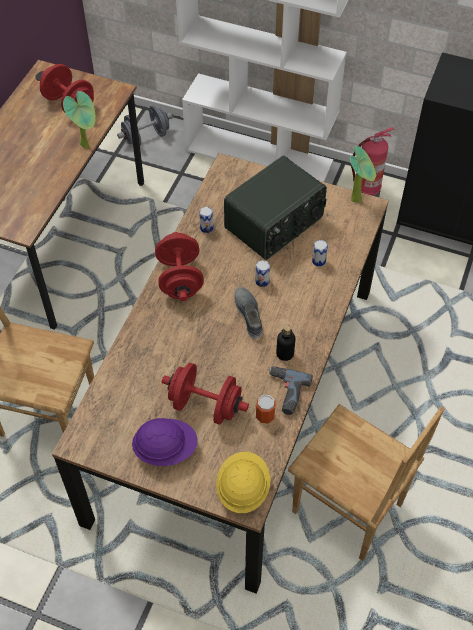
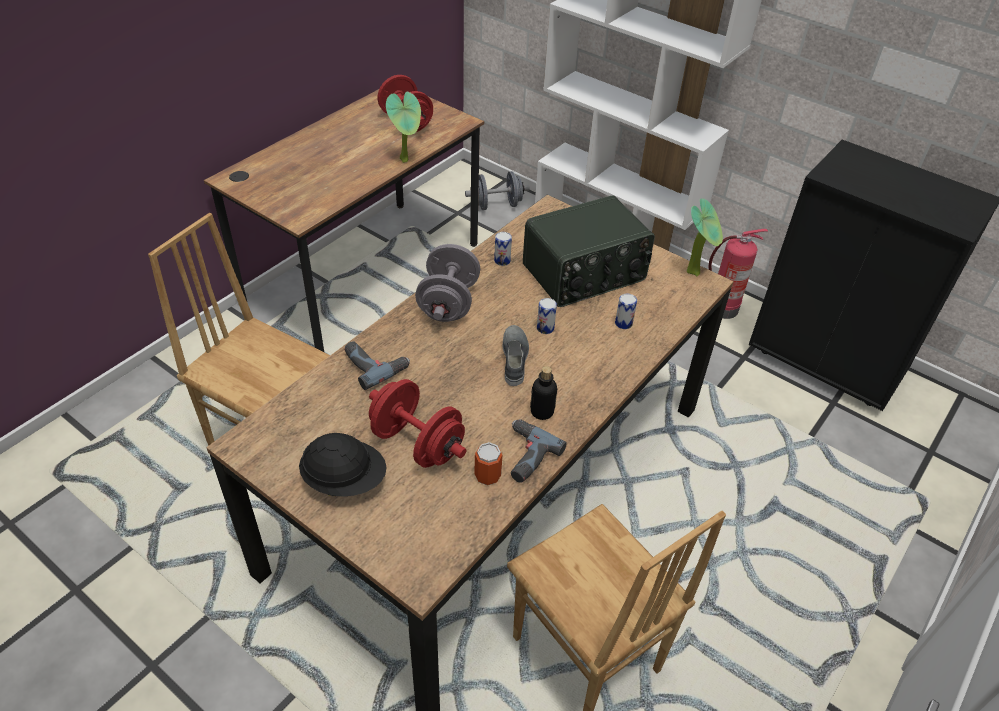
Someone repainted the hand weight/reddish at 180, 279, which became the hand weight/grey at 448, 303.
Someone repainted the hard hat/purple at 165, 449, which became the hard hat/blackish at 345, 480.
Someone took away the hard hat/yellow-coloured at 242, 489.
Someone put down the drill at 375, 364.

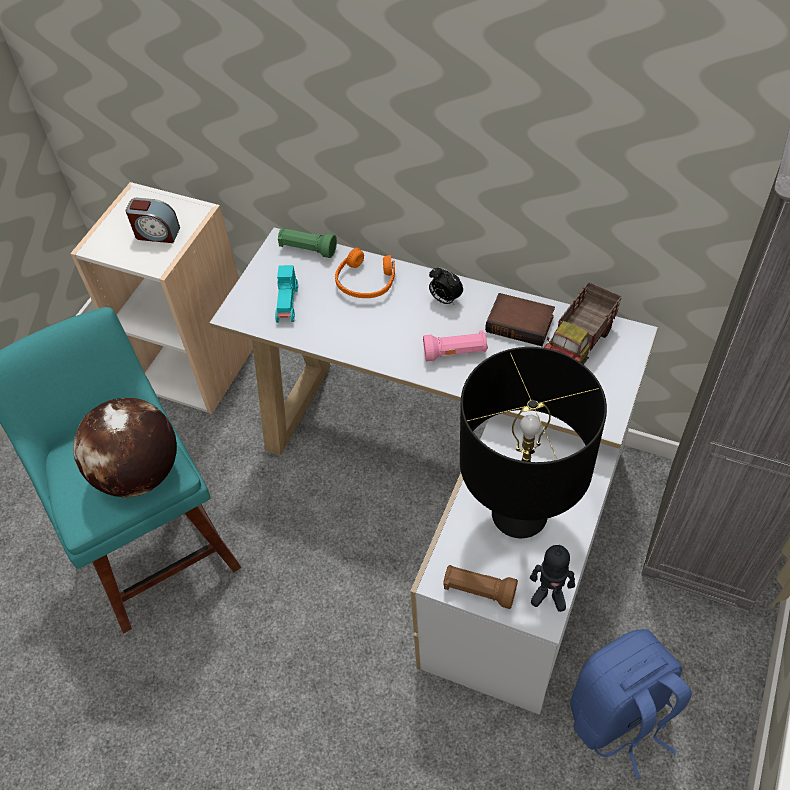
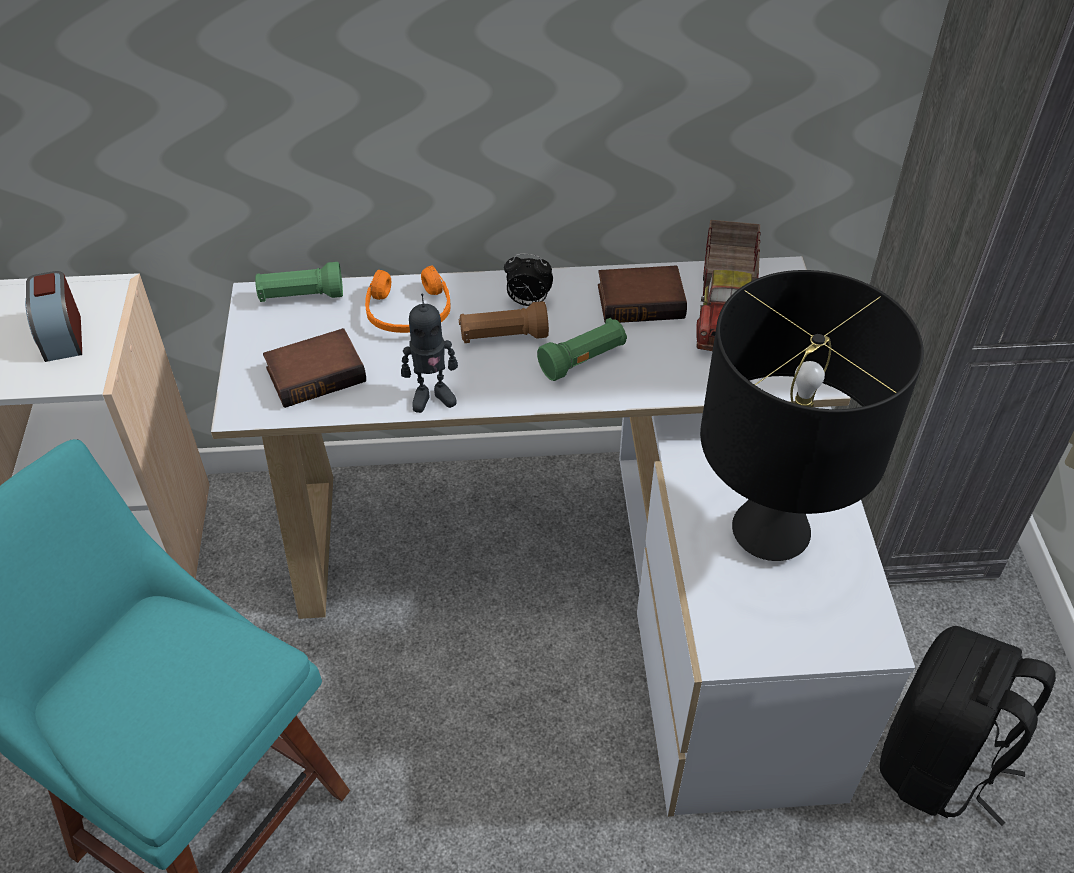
Someone rotated the table clock at 157, 233 by 90 degrees clockwise.
Someone swapped the model car/blue-green at 288, 305 for the bound book at 316, 373.
Someone repainted the hand torch/pink-coloured at 455, 353, which became the hand torch/greenish at 583, 360.
Someone took away the desk globe at 139, 474.
Someone carried the robot figure from 549, 595 to 432, 396.
Someone carried the hand torch/brown-coloured from 478, 590 to 503, 336.
Someone repainted the backpack/blue at 619, 717, which became the backpack/blackish at 939, 763.

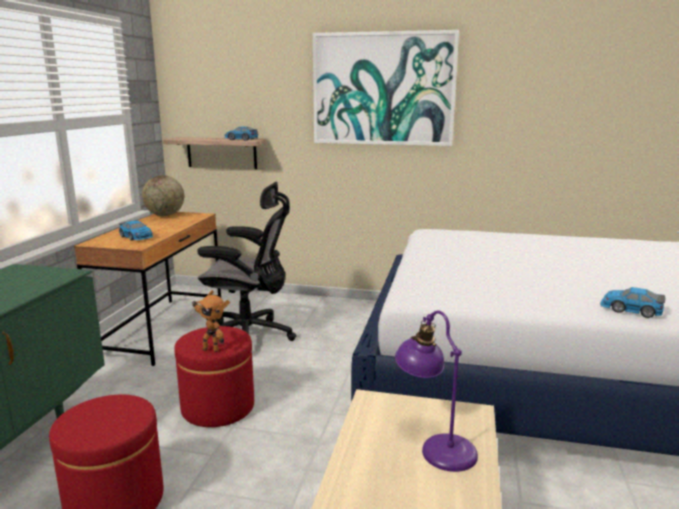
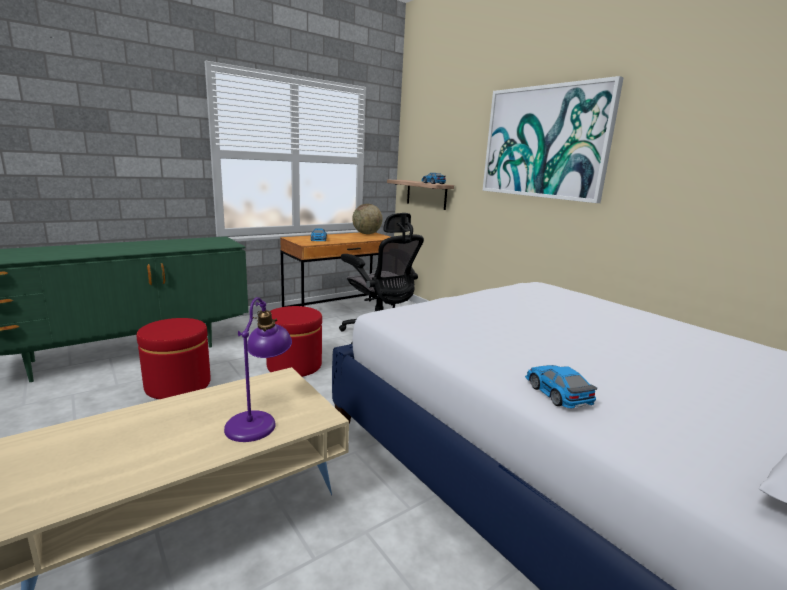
Someone took away the robot figure at 211, 349.

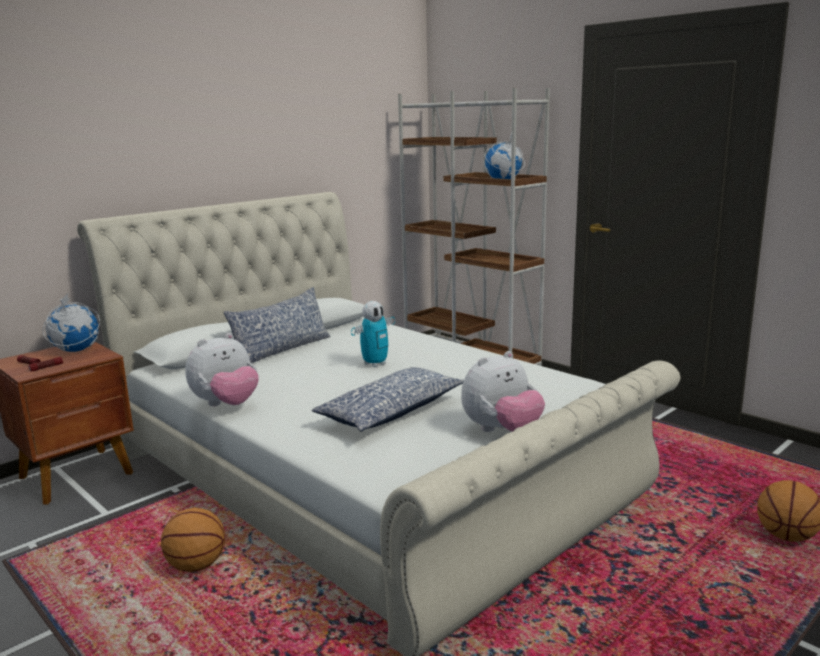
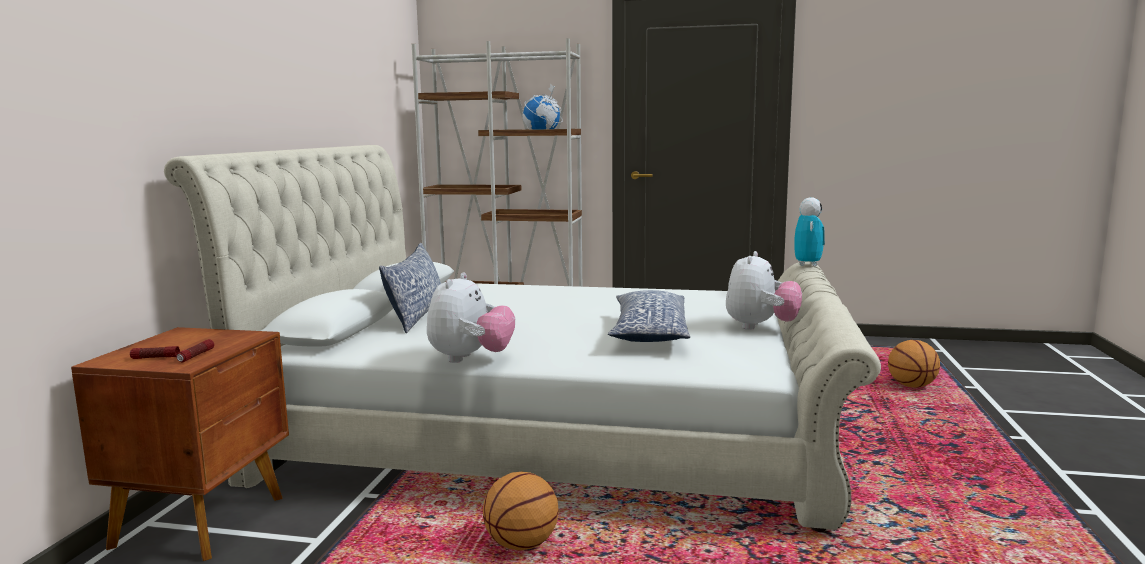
Someone took away the desk globe at 75, 351.
Someone carried the robot figure from 375, 364 to 807, 264.

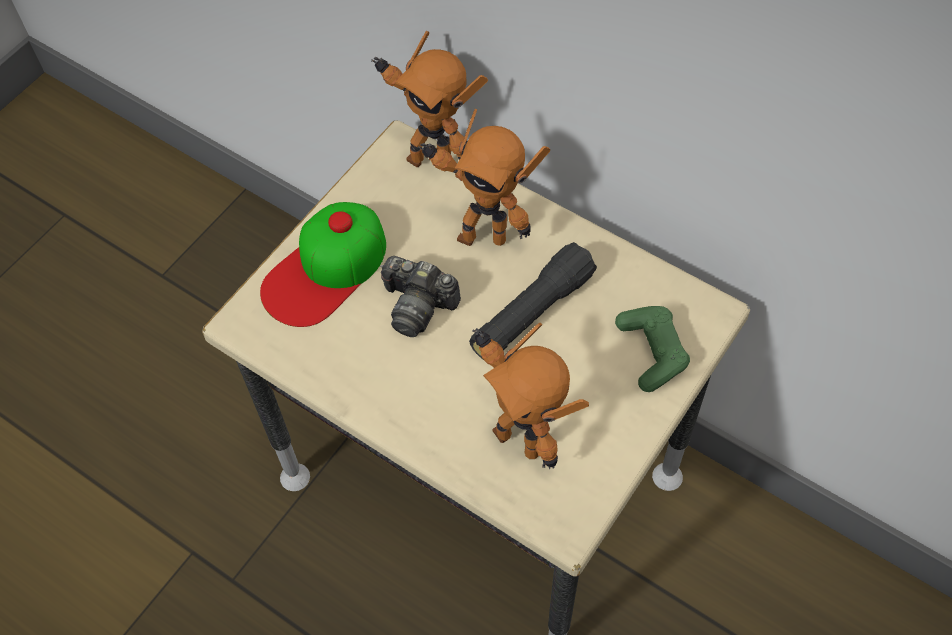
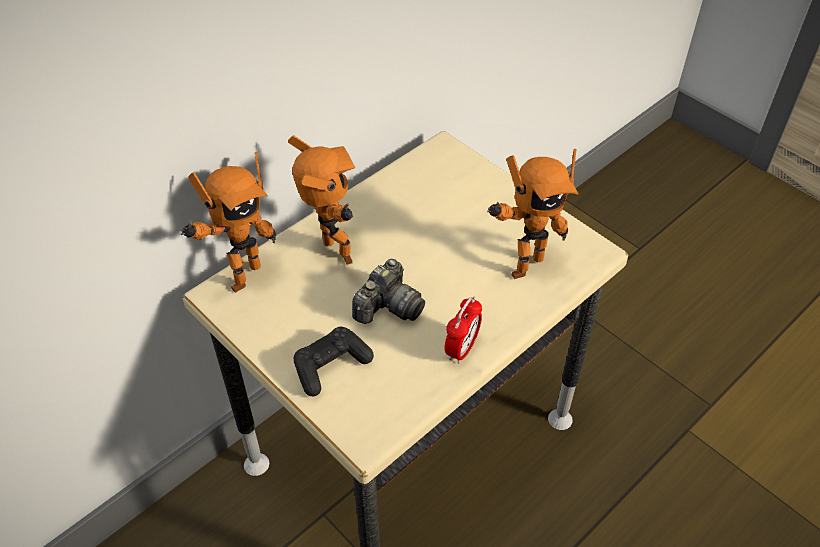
Someone rotated the robot figure at 482, 235 by 60 degrees counterclockwise.
Someone swapped the cap at 326, 270 for the game controller/blackish at 331, 366.
Someone took away the hand torch/blackish at 531, 313.
Someone took away the game controller/greenish at 652, 352.
Someone put down the table clock at 462, 349.

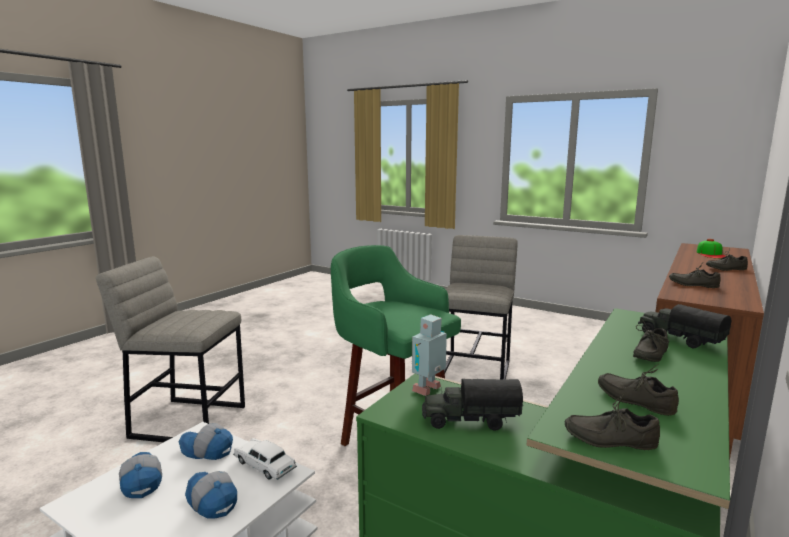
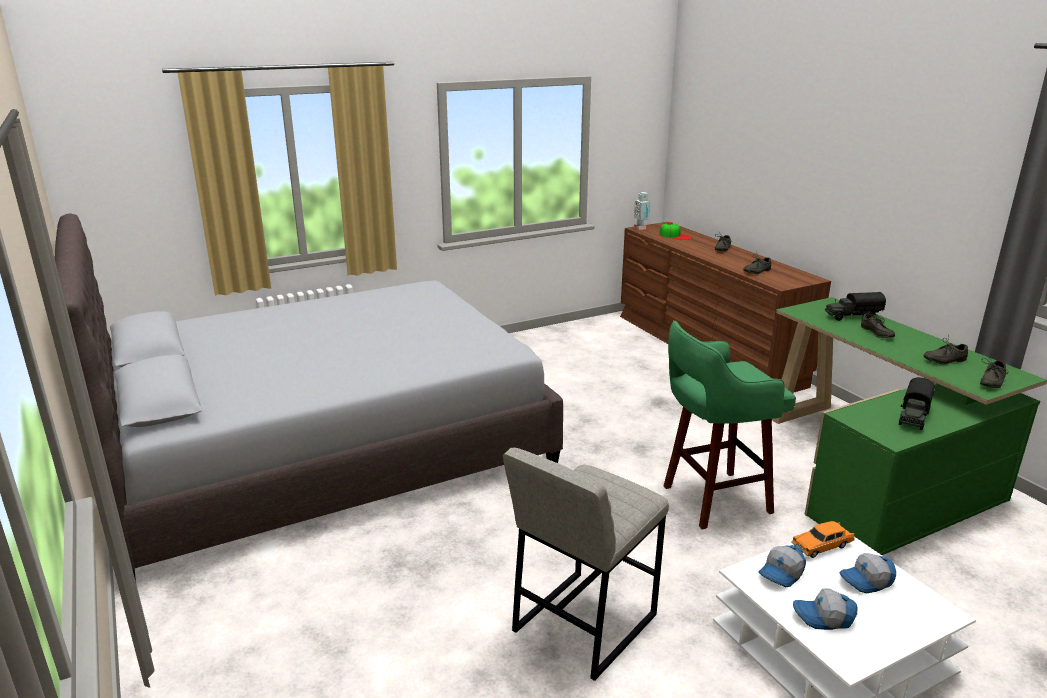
Someone took away the plain chair/grey at 475, 371.
Someone carried the robot figure from 429, 390 to 640, 228.
Someone repainted the model car/white-coloured at 264, 466, which became the model car/orange at 822, 546.
Someone put down the bedroom bed/grey at 326, 450.

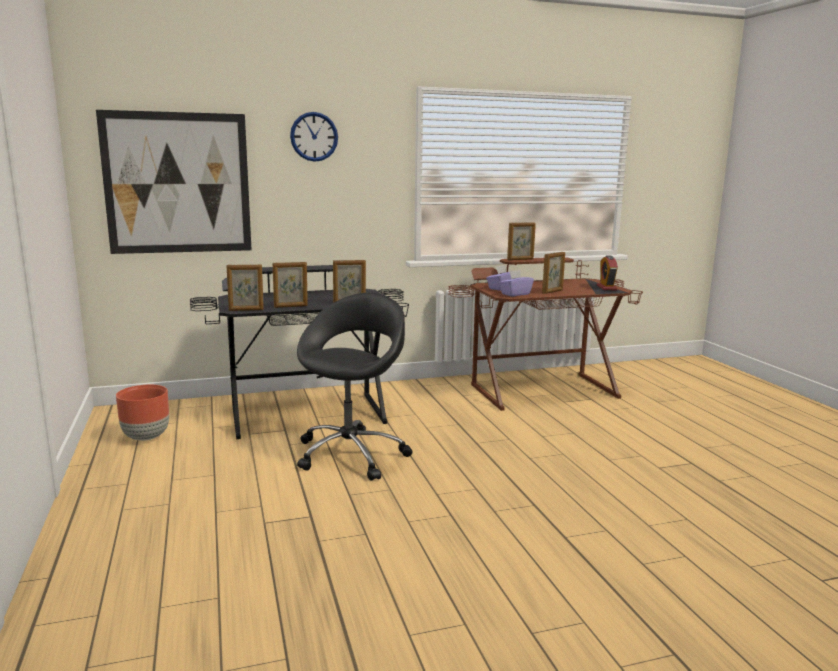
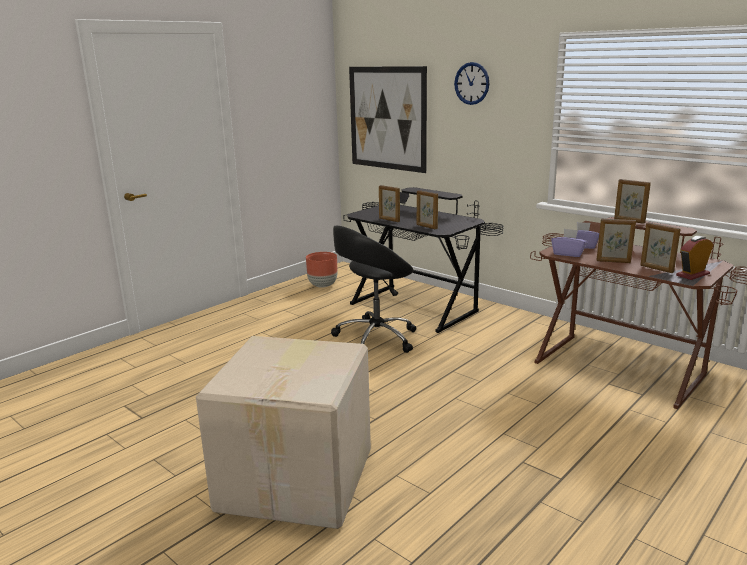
Someone carried the picture frame from 246, 310 to 656, 269.
Someone rotated the desk chair/blackish at 352, 454 by 135 degrees clockwise.
Someone put down the cardboard box at 298, 479.

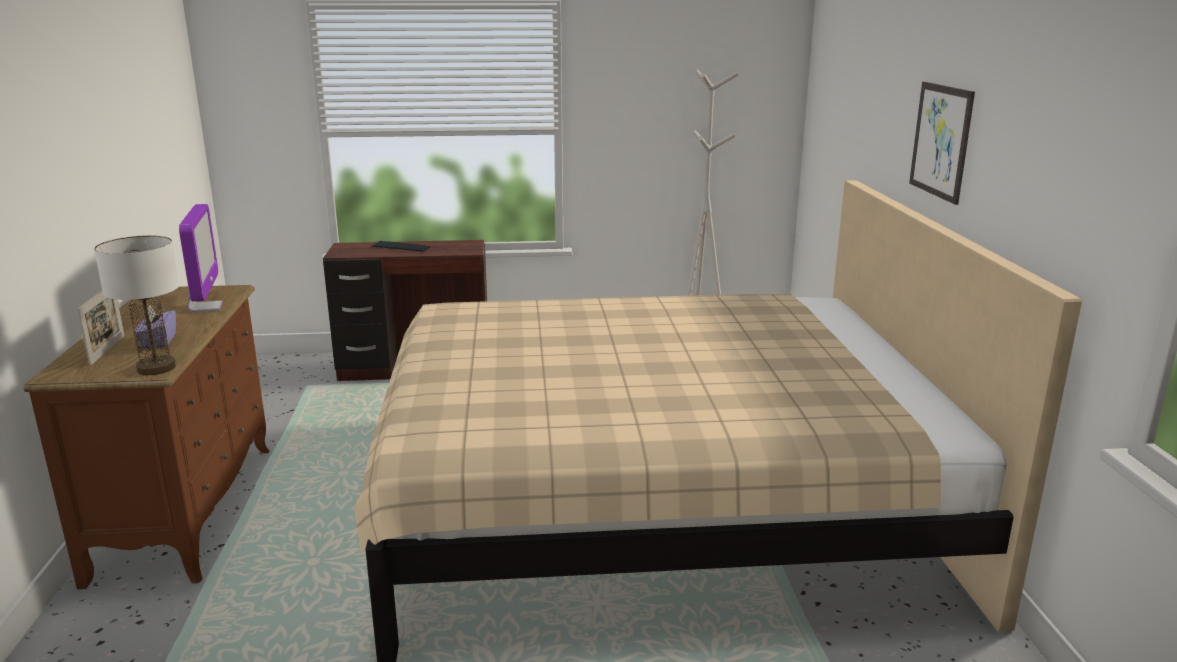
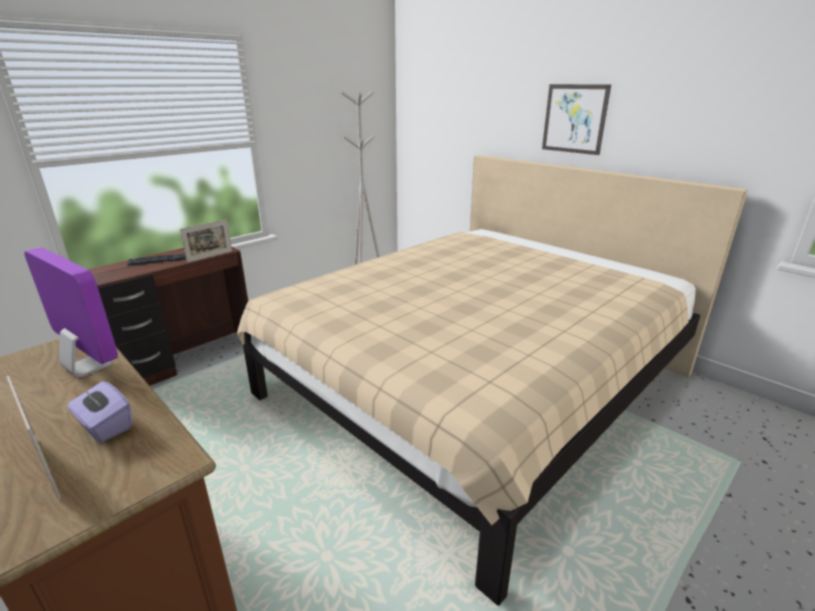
Someone took away the tabletop lamp at 156, 368.
Someone put down the picture frame at 210, 256.

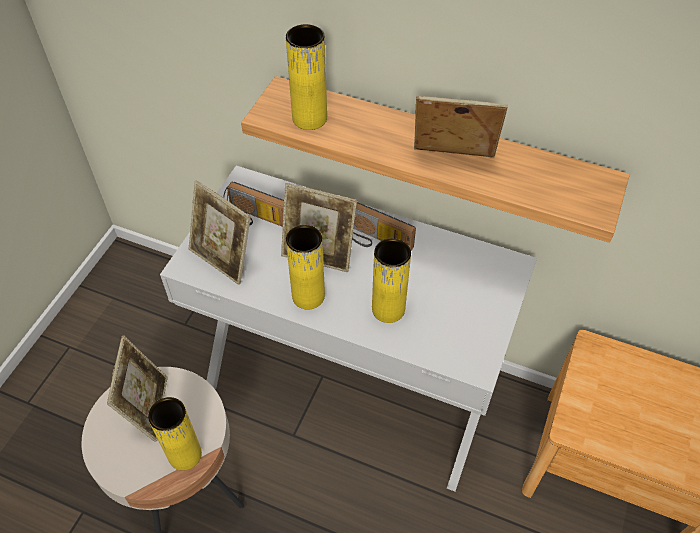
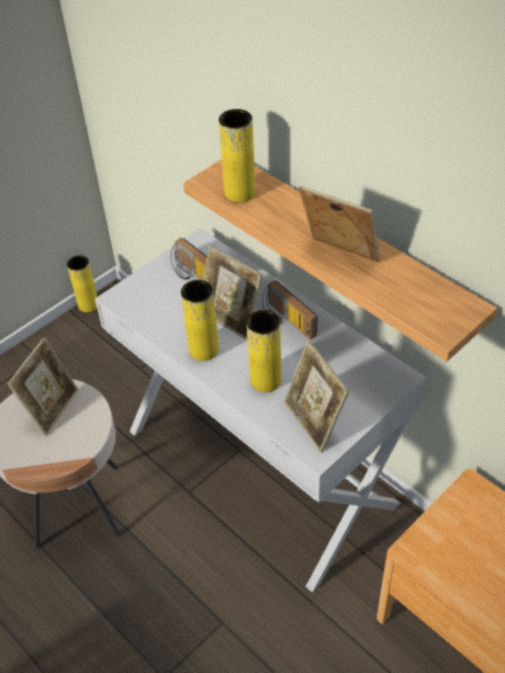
Someone carried the picture frame from 223, 258 to 314, 421.
Someone carried the flower vase/yellow-coloured from 185, 454 to 88, 305.

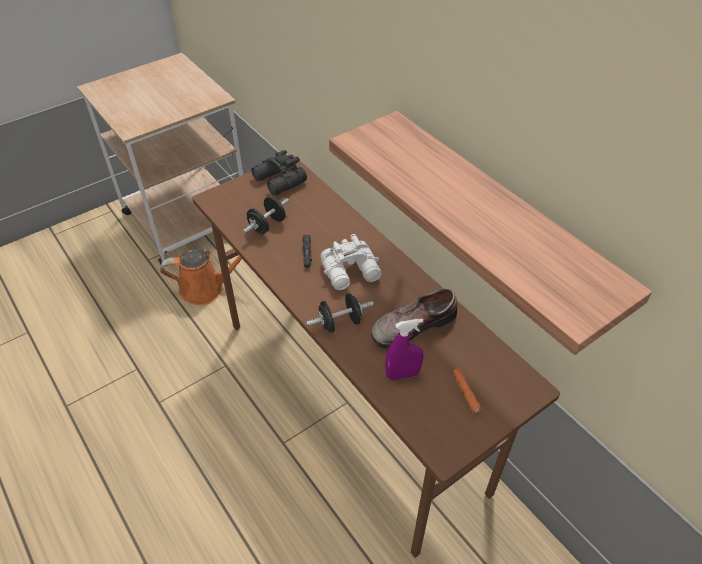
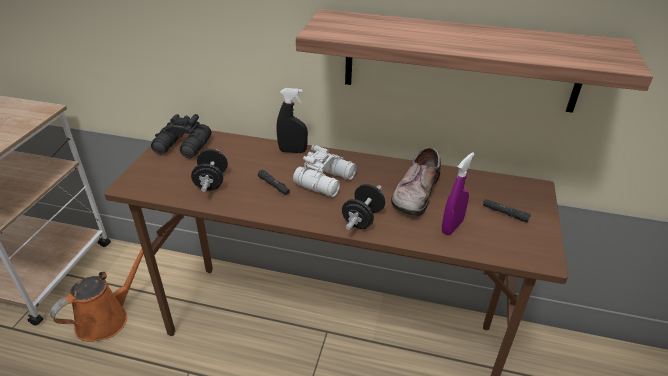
Someone repainted the hand torch/orange at 465, 393, which became the hand torch/blackish at 504, 213.
Someone put down the sprayer/blackish at 292, 151.

